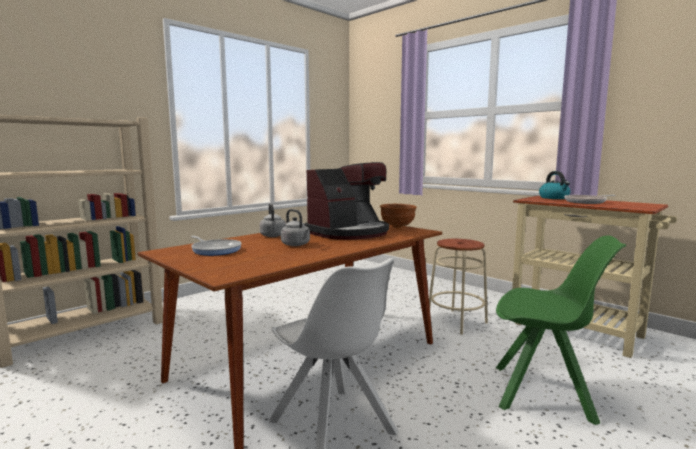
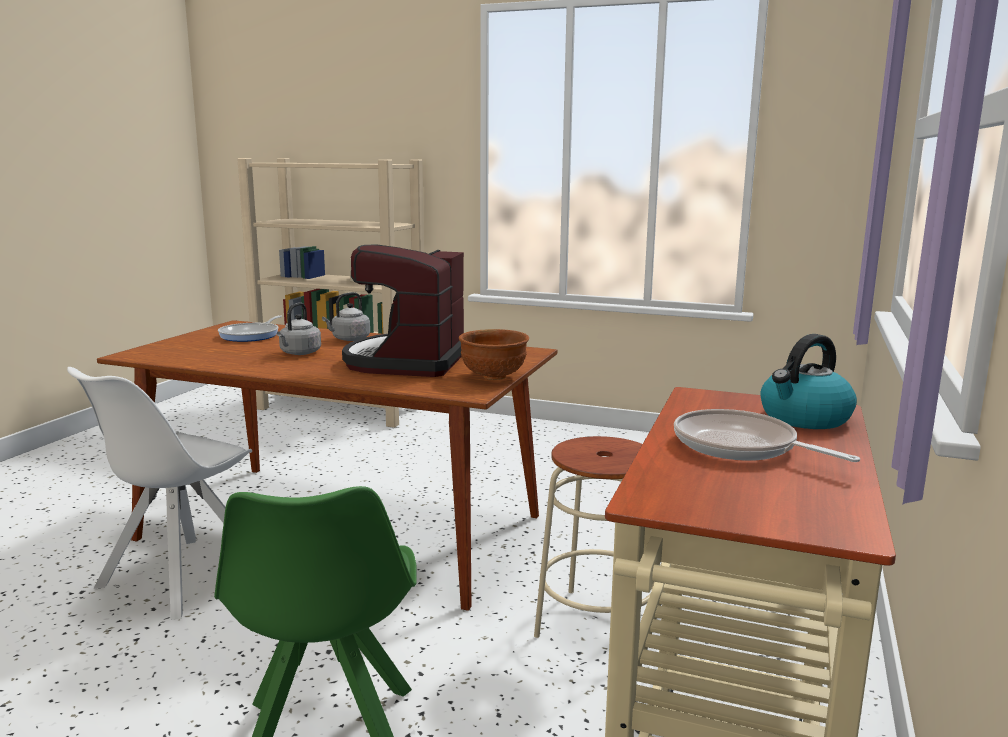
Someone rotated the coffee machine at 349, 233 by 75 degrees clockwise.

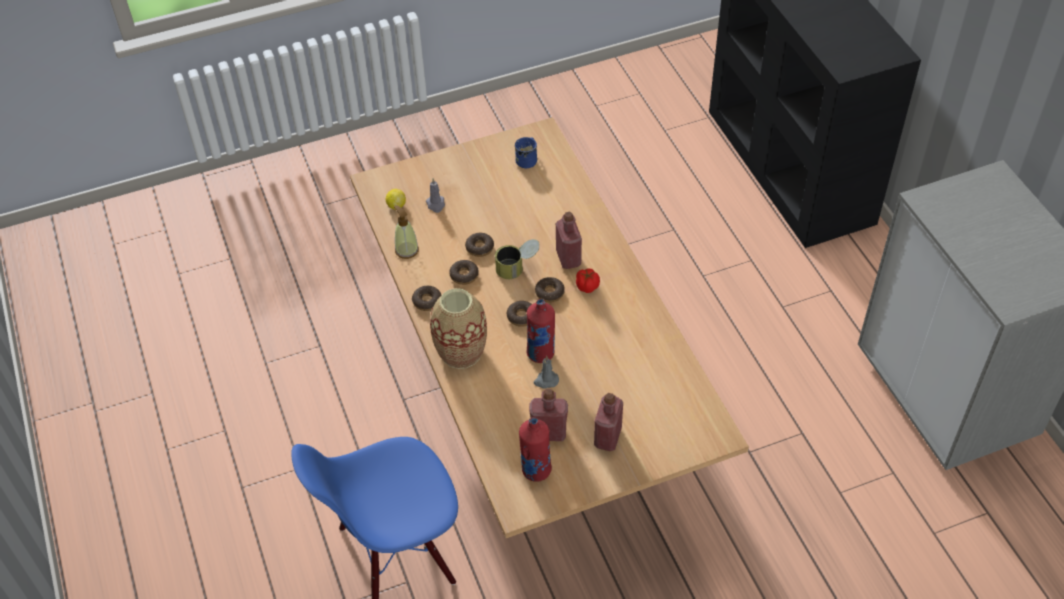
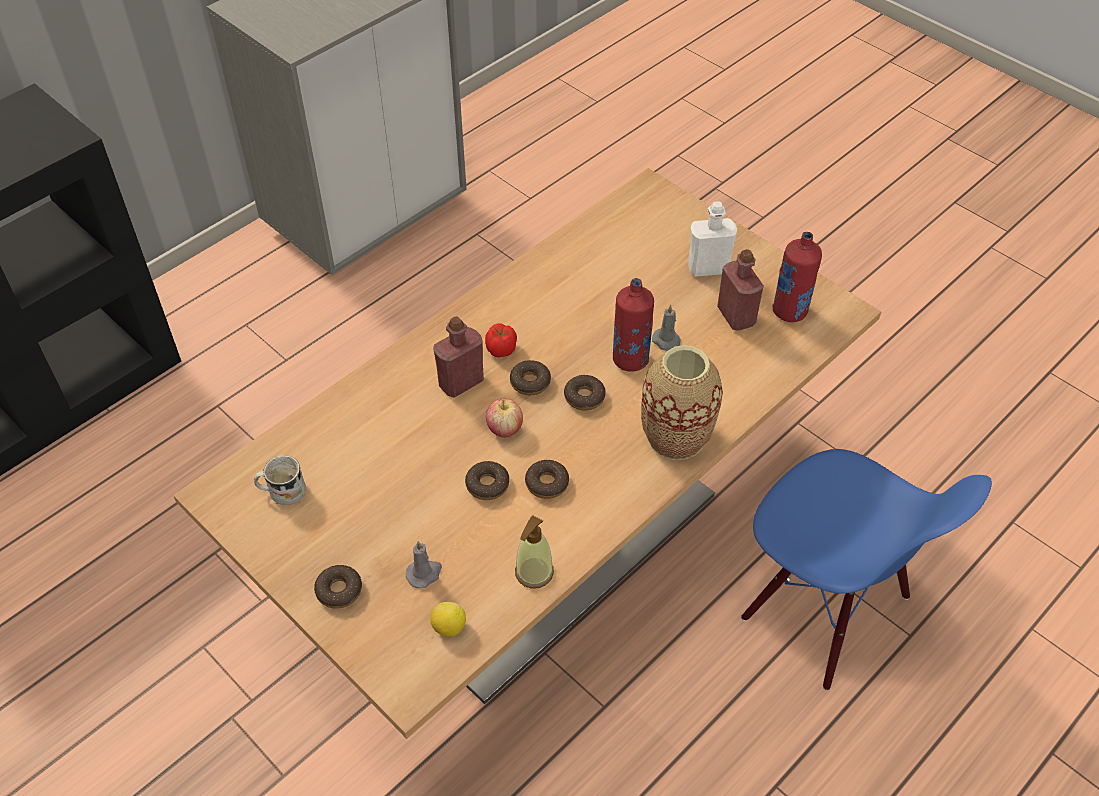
Someone repainted the tea mug/blue at 528, 159, which became the tea mug/white-coloured at 282, 492.
Someone swapped the metal can at 517, 268 for the whole apple at 504, 429.
Someone carried the donut from 427, 301 to 339, 590.
Someone repainted the beverage bottle/reddish at 607, 437, which became the beverage bottle/white-coloured at 708, 268.

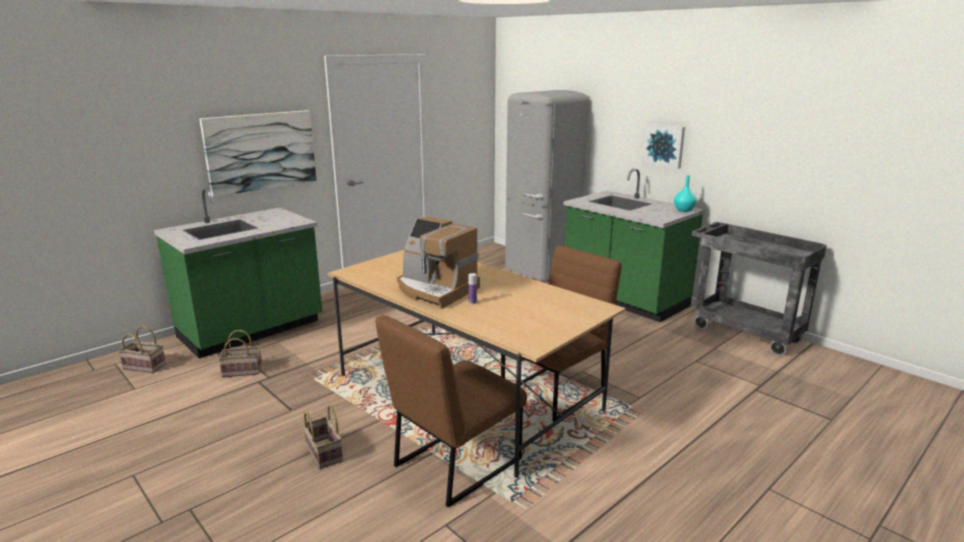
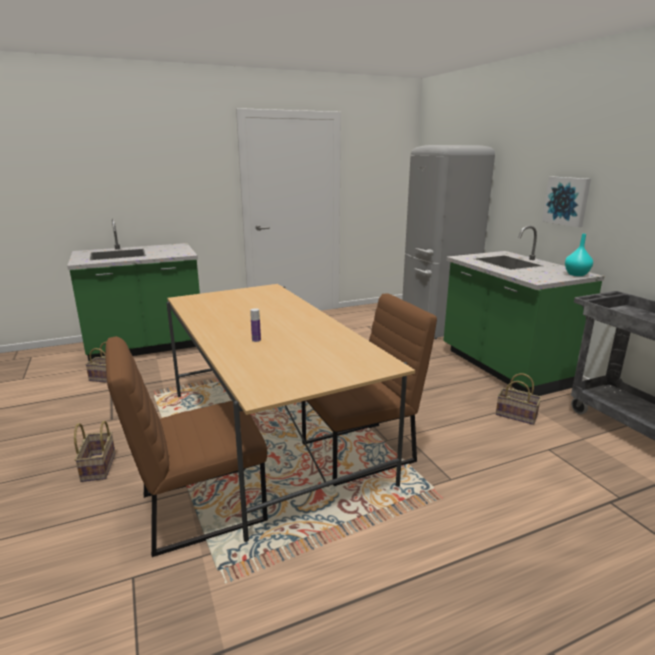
Someone took away the picture at 261, 151.
Someone took away the coffee machine at 435, 290.
Someone carried the household basket from 146, 366 to 517, 415.

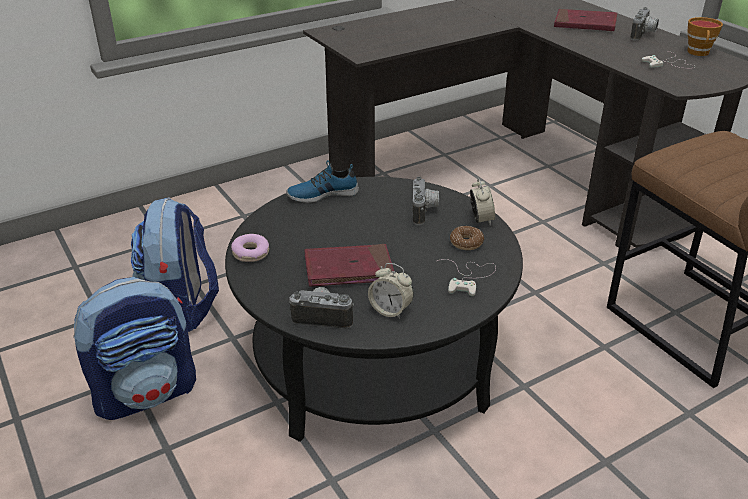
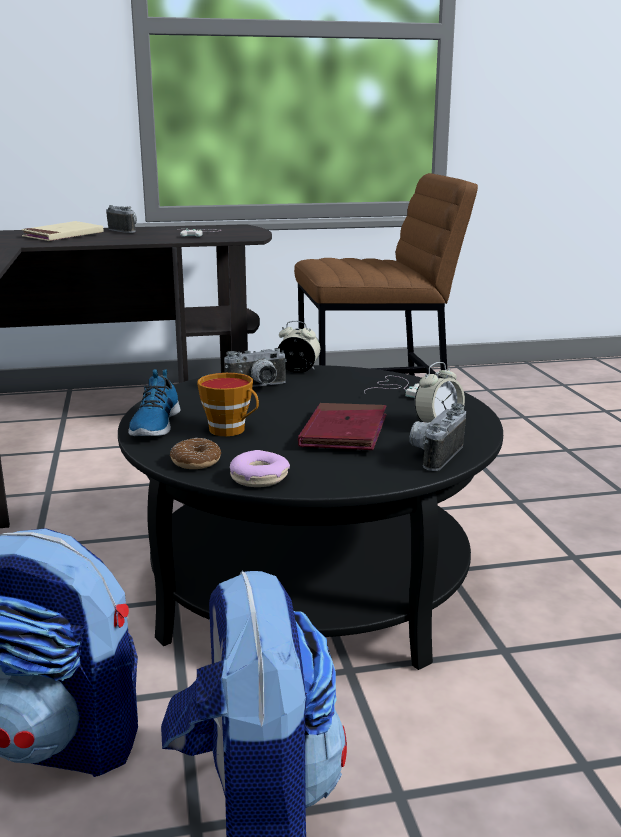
Someone repainted the bound book/reddish at 585, 24, which became the bound book/beige at 63, 235.
Someone carried the drinking cup from 699, 53 to 231, 430.
Someone rotated the still camera at 425, 212 by 135 degrees clockwise.
Someone carried the donut from 466, 243 to 195, 462.

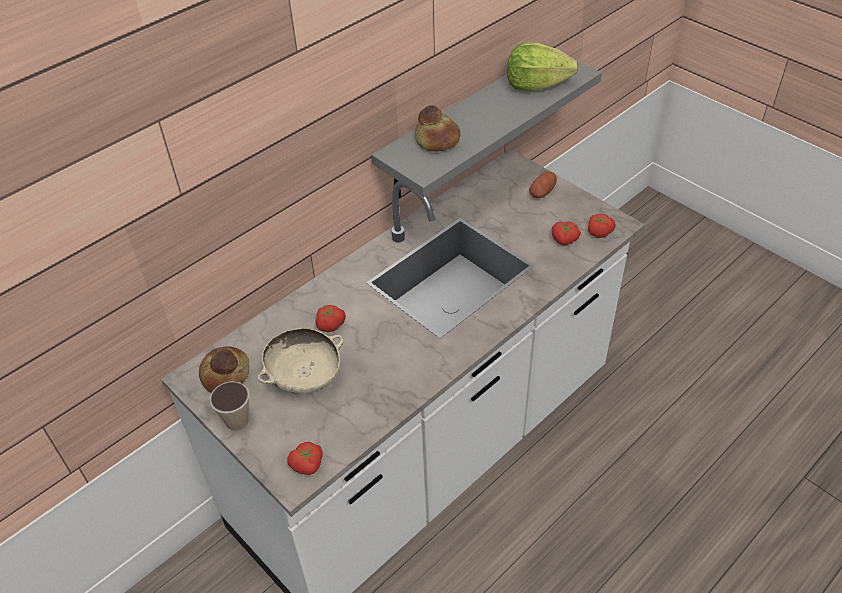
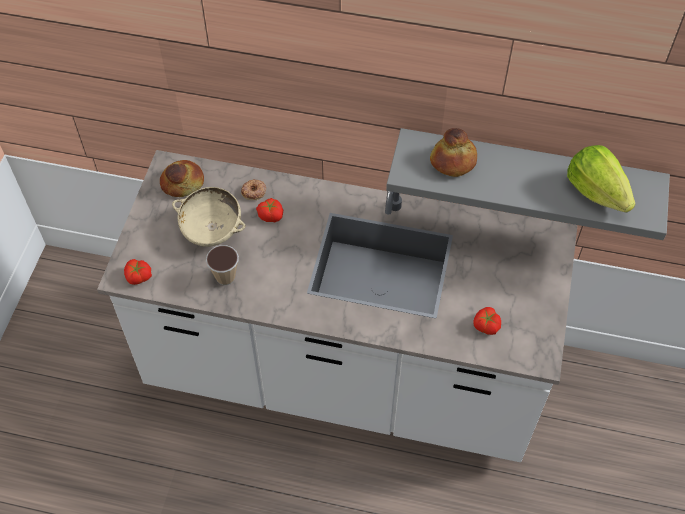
Someone took away the whole potato at 542, 192.
Someone took away the tomato at 599, 232.
Someone carried the drinking cup from 237, 421 to 225, 277.
Someone put down the donut at 254, 191.

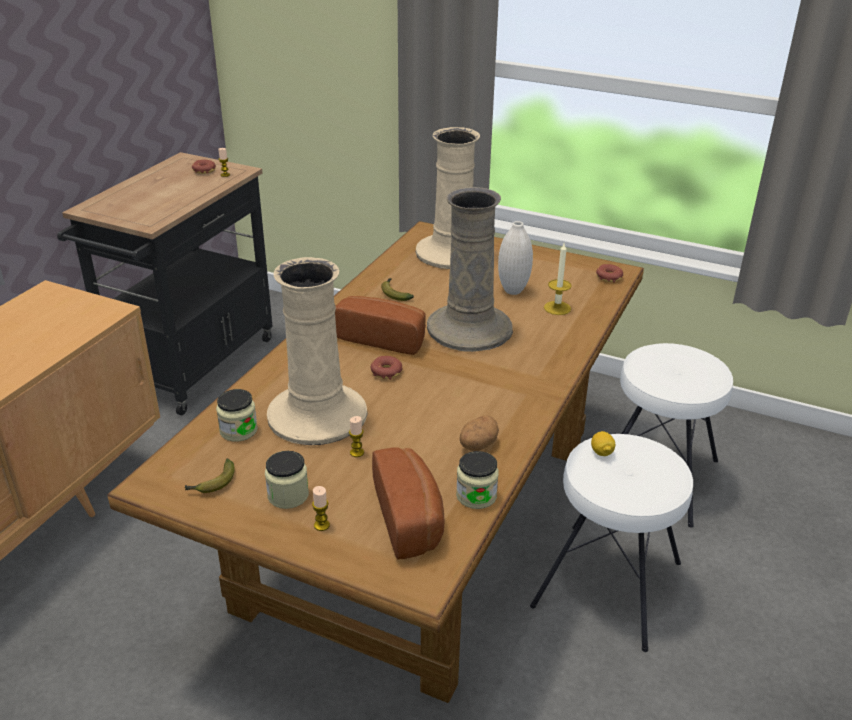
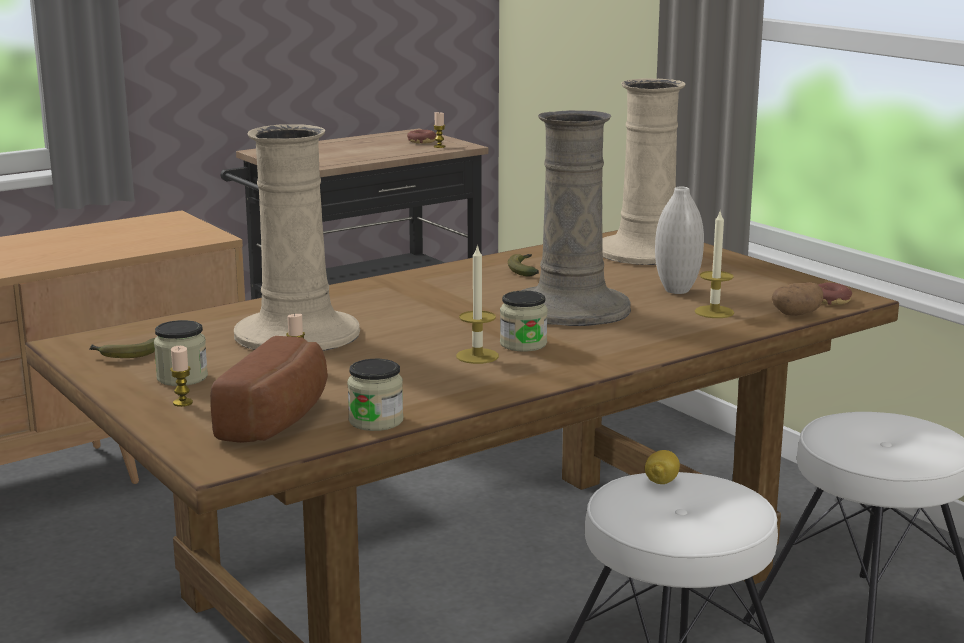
Someone took away the bread at 382, 337.
Someone took away the donut at 386, 372.
Someone carried the storage jar from 238, 430 to 523, 344.
Someone carried the whole potato from 477, 445 to 795, 314.
Someone put down the wax light at 477, 356.

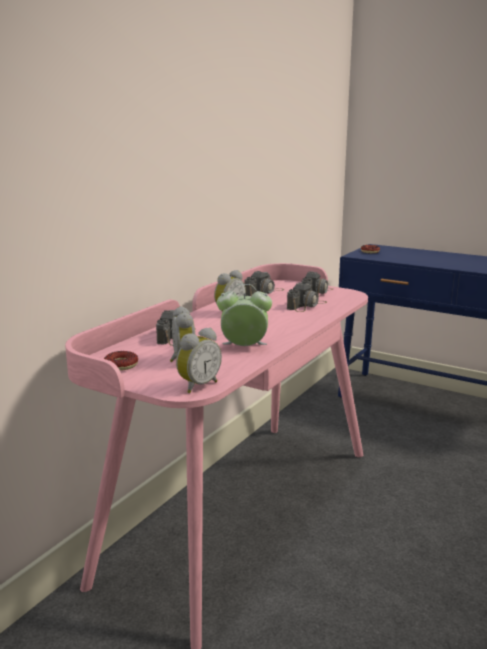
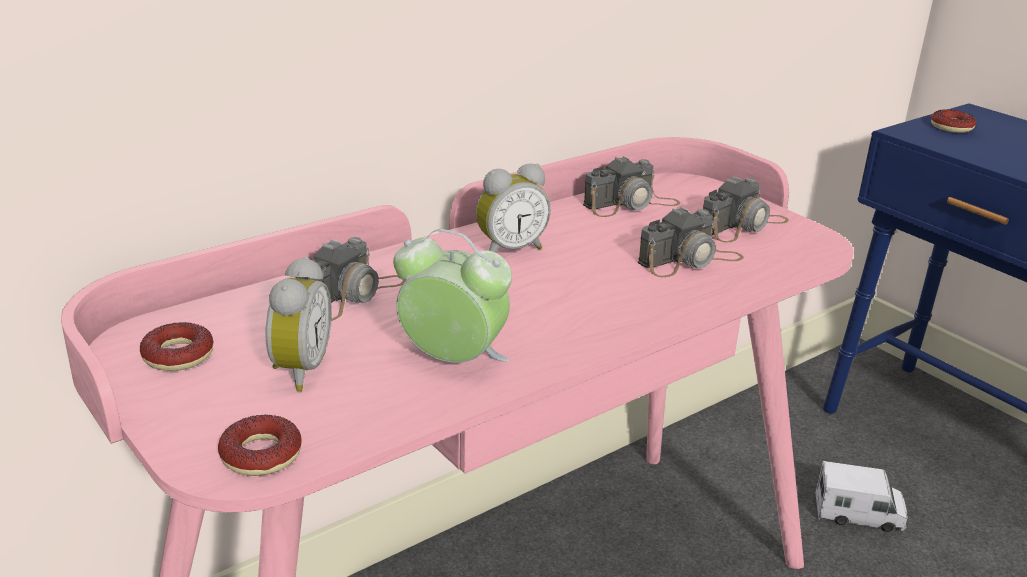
Someone swapped the table clock at 197, 385 for the donut at 261, 455.
Someone put down the toy lorry at 858, 514.

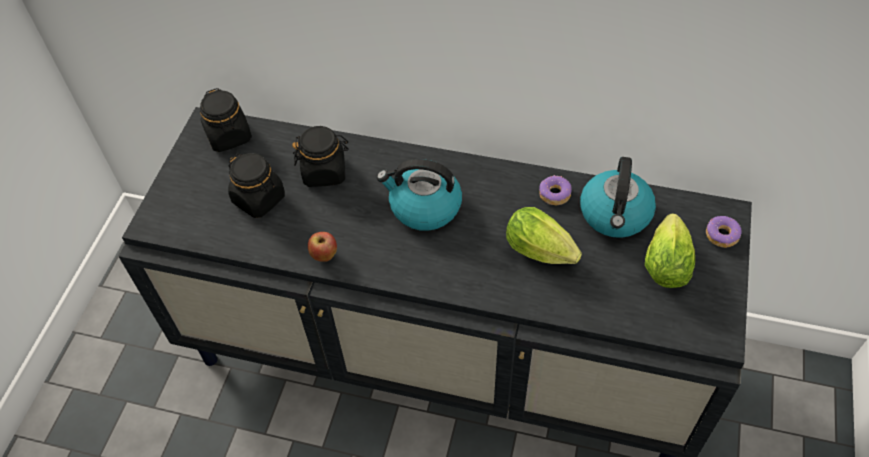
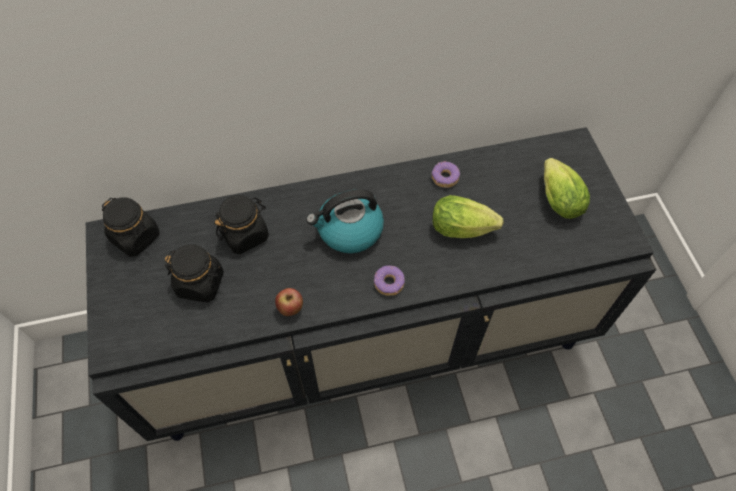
Someone took away the water kettle at 615, 215.
Someone carried the donut from 721, 235 to 389, 283.

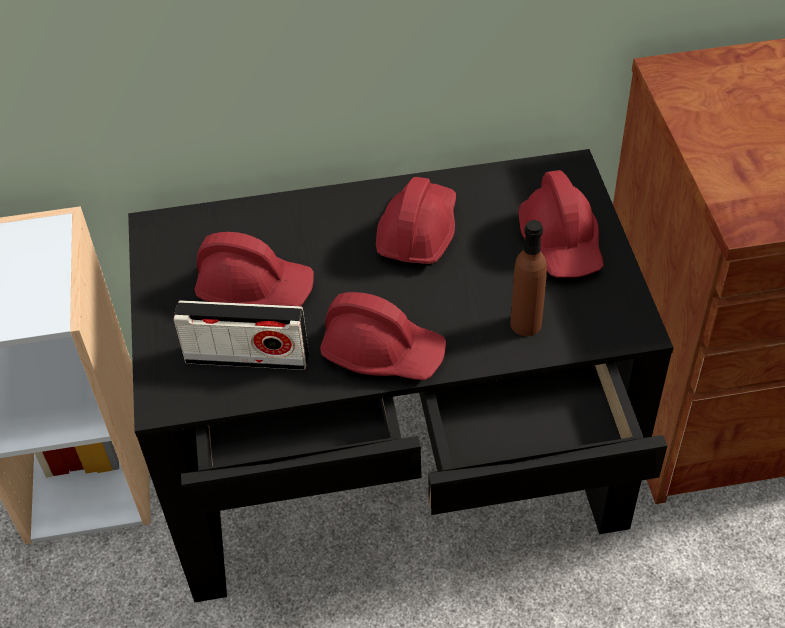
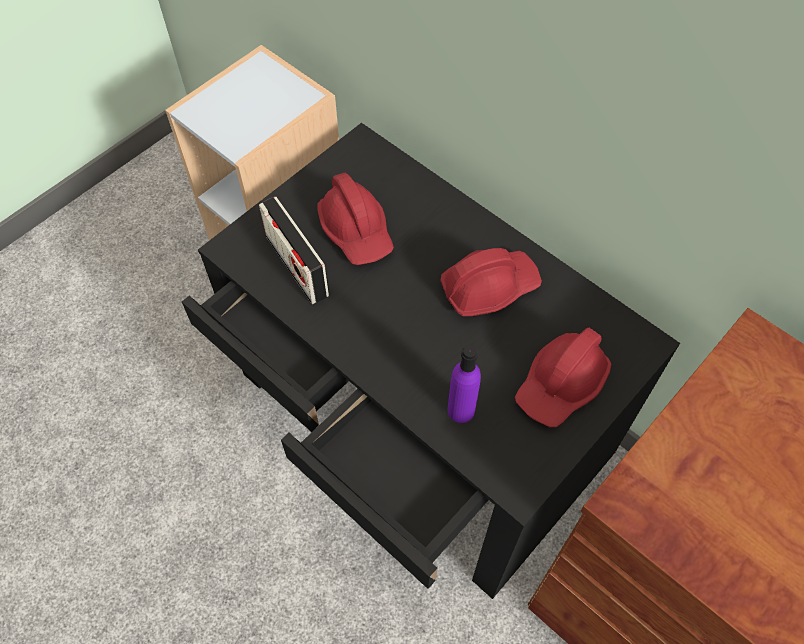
Someone repainted the beverage bottle/brown-coloured at 526, 324, which became the beverage bottle/purple at 461, 410.
Someone took away the hard hat/reddish at 383, 352.

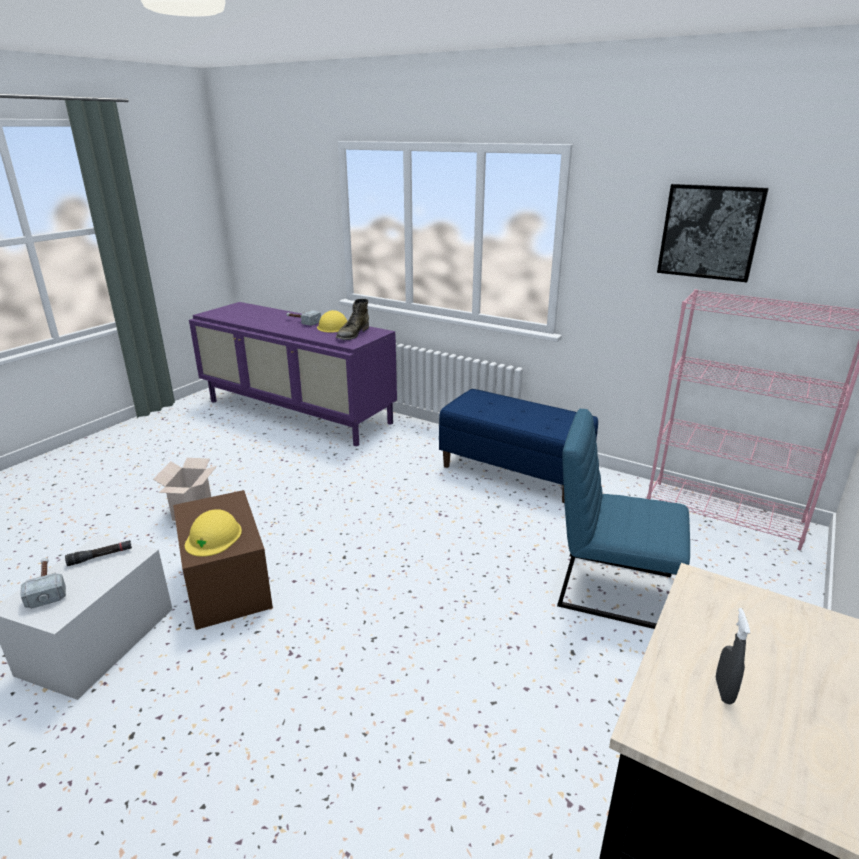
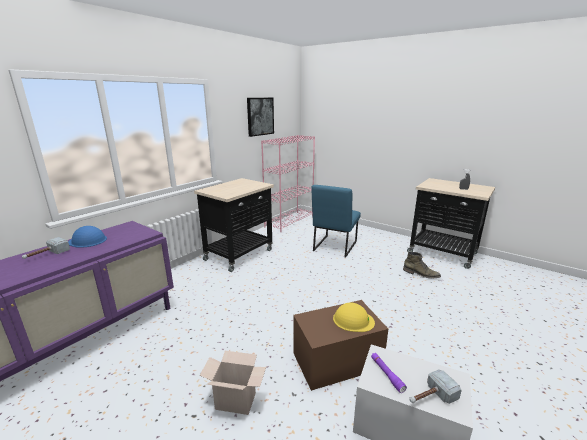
Someone carried the high-top boot/greenish from 352, 334 to 421, 274.
Someone repainted the hard hat/yellow-coloured at 333, 326, which became the hard hat/blue at 87, 240.
Someone swapped the long seat/blue at 515, 471 for the trolley/blackish at 239, 254.
Someone repainted the hand torch/blackish at 100, 556, which became the hand torch/purple at 386, 374.

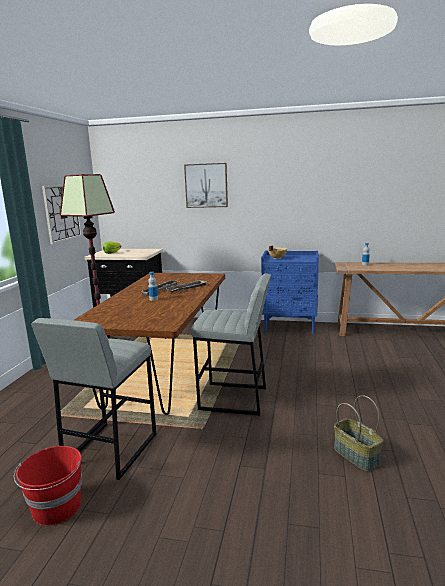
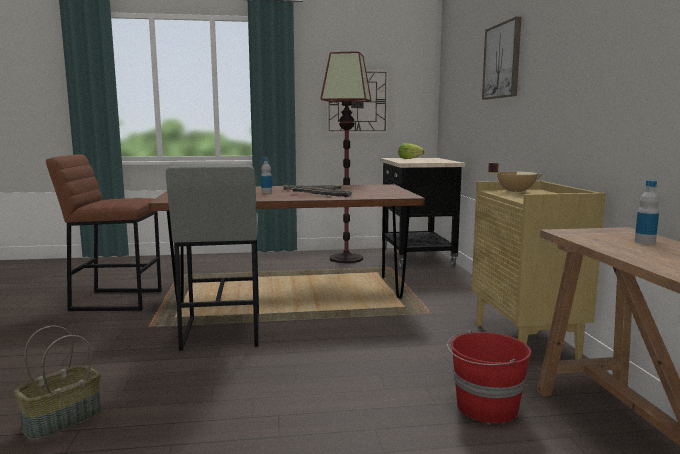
Someone repainted the cabinet/blue at 290, 327, which became the cabinet/beige at 525, 341.
Someone repainted the stool/grey at 110, 451, which became the stool/brown-coloured at 115, 300.
Someone carried the water bucket/reddish from 57, 508 to 485, 407.

